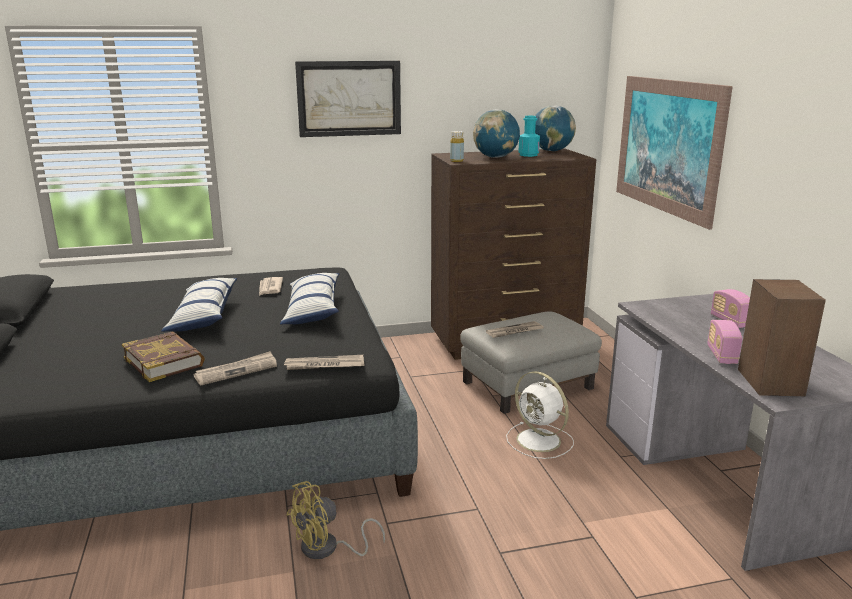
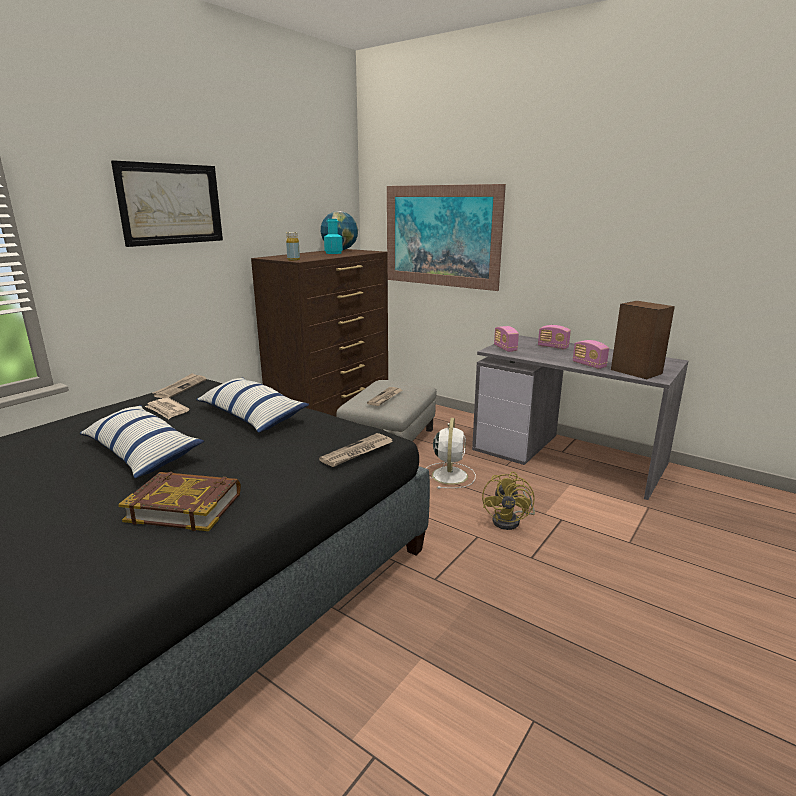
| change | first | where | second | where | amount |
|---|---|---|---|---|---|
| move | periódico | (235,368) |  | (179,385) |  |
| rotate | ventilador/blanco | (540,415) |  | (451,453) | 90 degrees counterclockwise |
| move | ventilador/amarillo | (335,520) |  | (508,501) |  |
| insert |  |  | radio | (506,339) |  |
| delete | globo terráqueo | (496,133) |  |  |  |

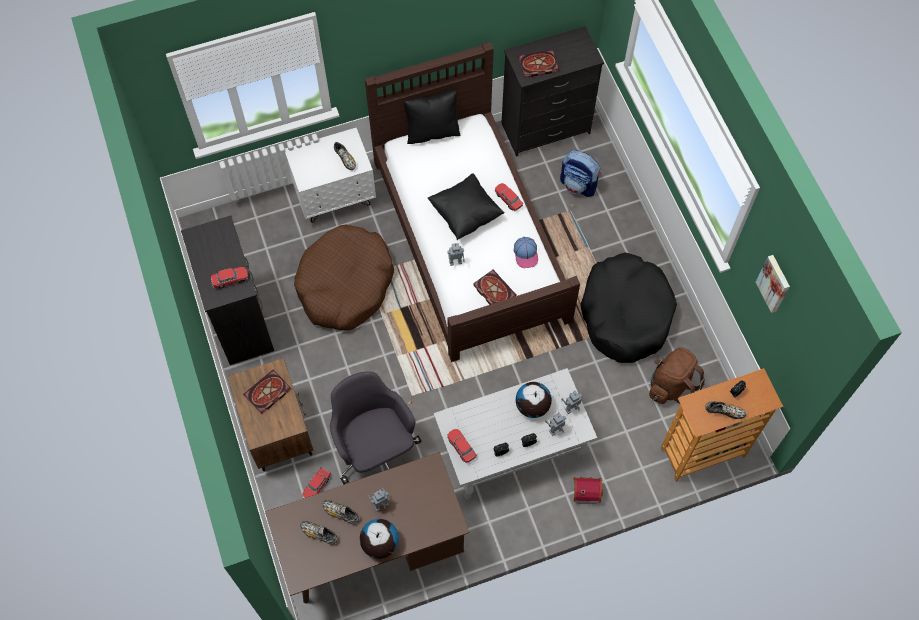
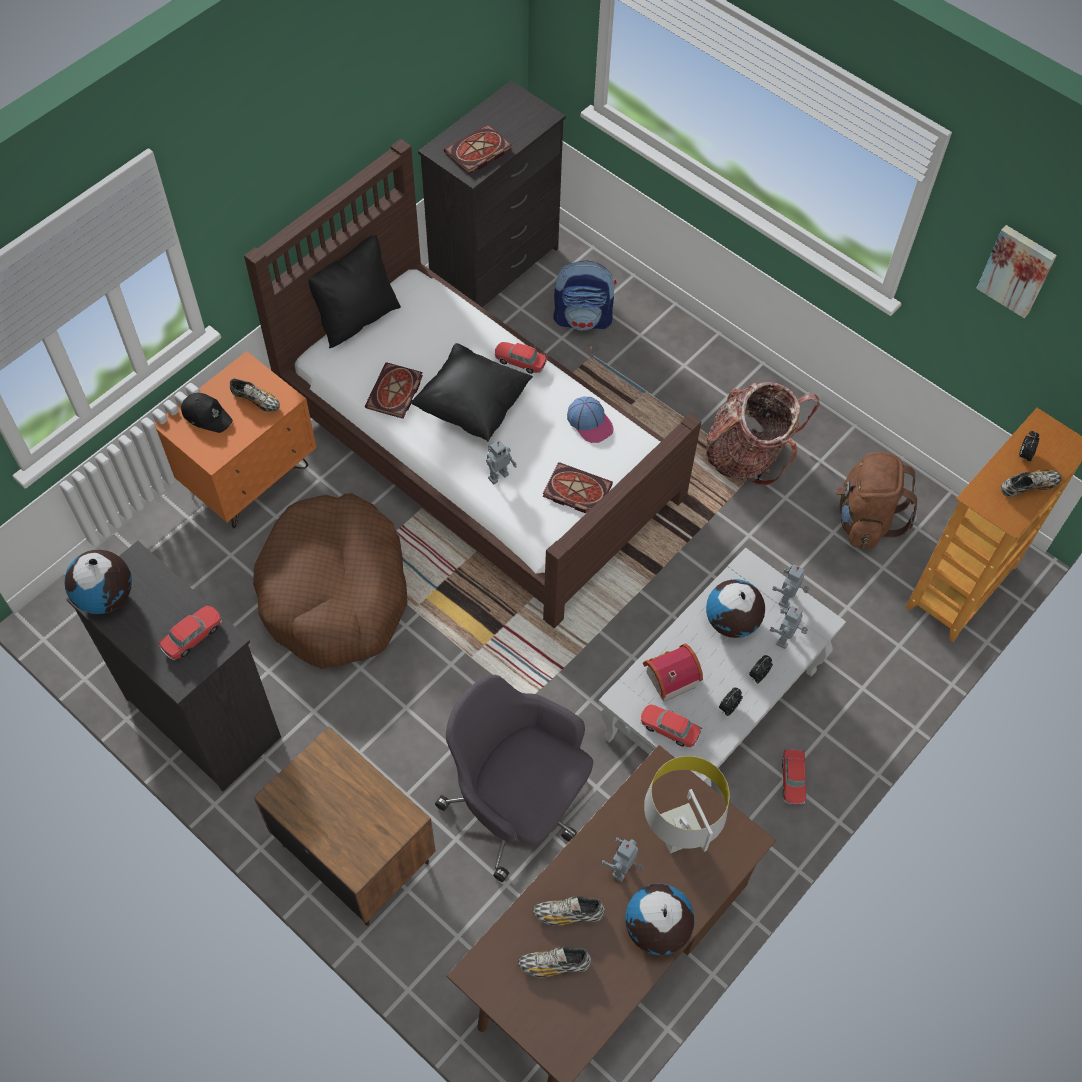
| change | first | where | second | where | amount |
|---|---|---|---|---|---|
| insert |  |  | globo terráqueo | (98,582) |  |
| recolor | mesita de noche/blanco | (330,175) | mesita de noche/naranja | (236,439) |  |
| insert |  |  | gorra/negro | (207,413) |  |
| move | libro | (267,392) |  | (394,390) |  |
| move | casita | (588,490) |  | (673,672) |  |
| insert |  |  | lámpara de mesa/gris | (687,805) |  |
| replace | cama para perro/negro | (628,308) | mochila | (763,434) |  |
| move | coche de juguete | (316,483) |  | (794,776) |  |

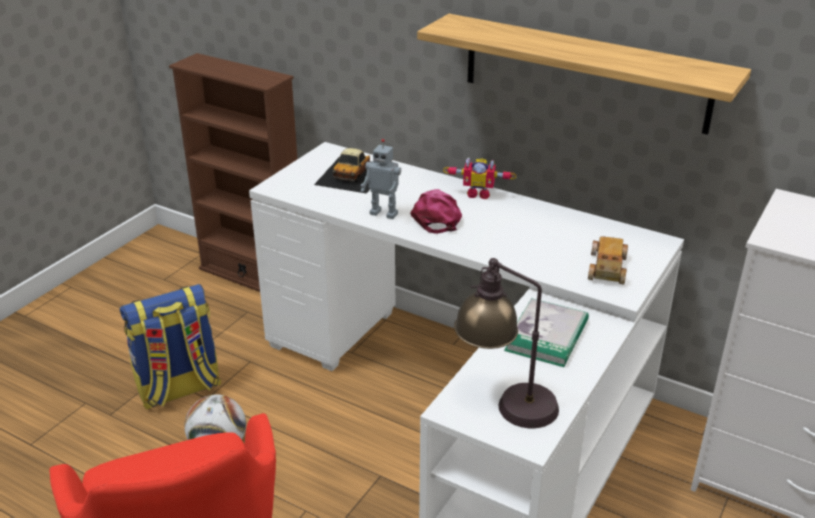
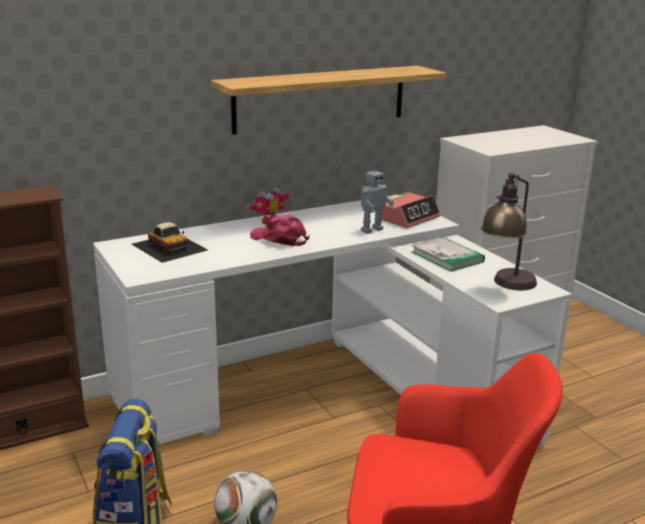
| change | first | where | second | where | amount |
|---|---|---|---|---|---|
| move | robot de juguete | (380,179) |  | (377,199) |  |
| replace | coche de juguete | (608,260) | despertador | (410,210) |  |

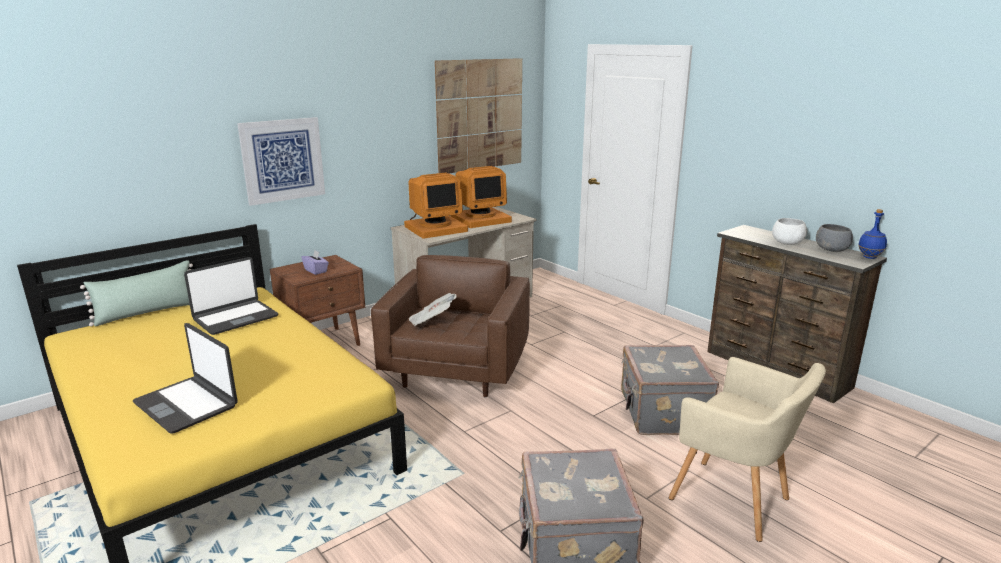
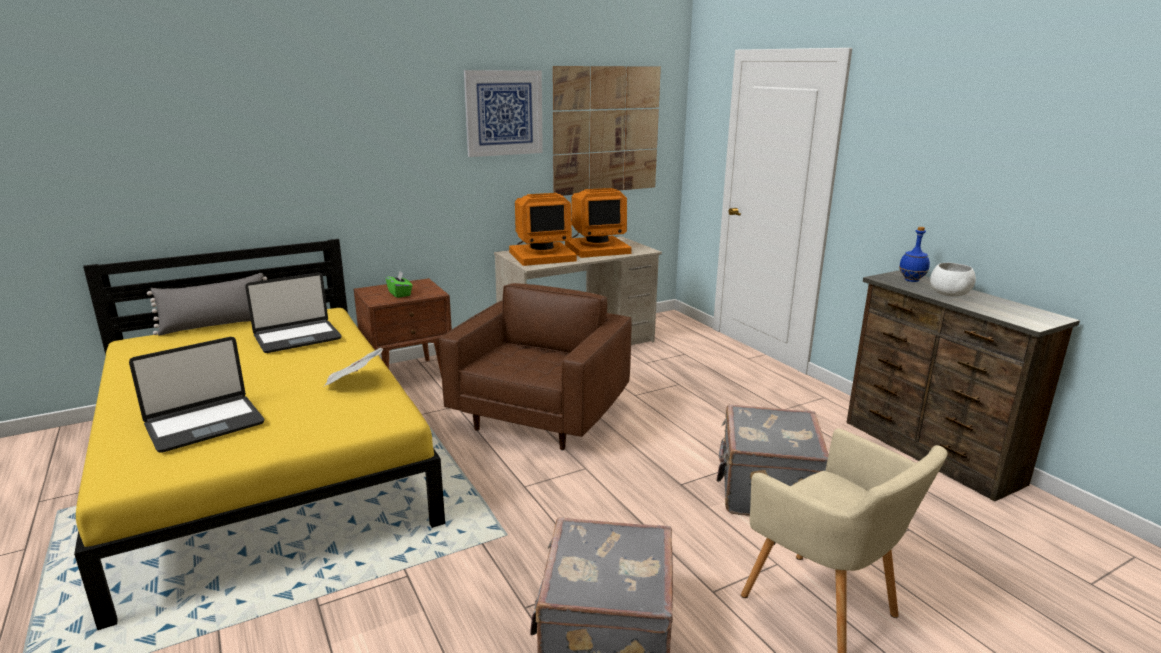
| change | first | where | second | where | amount |
|---|---|---|---|---|---|
| rotate | portátil | (185,378) |  | (196,394) | 90 degrees counterclockwise |
| recolor | cojín/verde | (136,293) | cojín/gris | (207,304) |  |
| move | periódico | (433,309) |  | (353,367) |  |
| recolor | caja de pañuelos/morado | (315,262) | caja de pañuelos/verde | (399,284) |  |
| move | cuadro | (281,161) |  | (503,113) |  |
| move | botella/azul | (872,234) |  | (914,254) |  |
| delete | cuenco/gris | (834,238) |  |  |  |

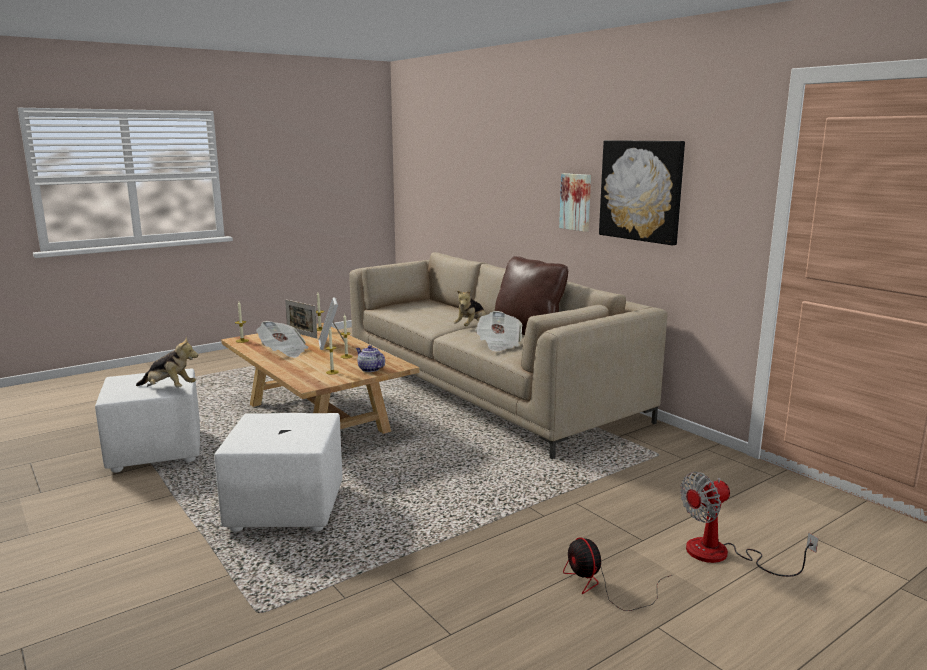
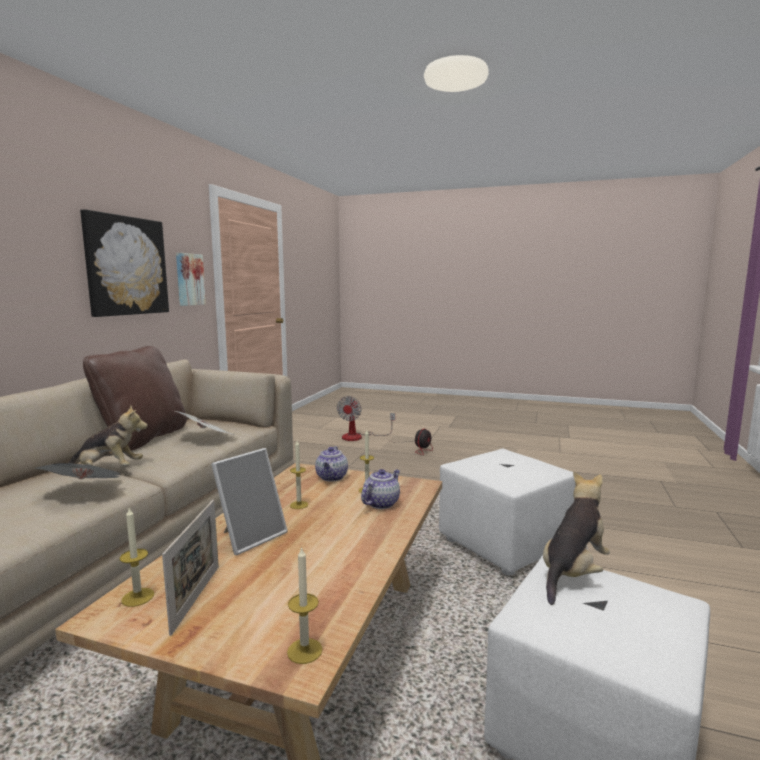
| change | first | where | second | where | amount |
|---|---|---|---|---|---|
| move | periódico | (282,339) |  | (77,471) |  |
| move | cuadro | (575,202) |  | (191,279) |  |
| rotate | ventilador | (749,524) |  | (366,418) | 75 degrees clockwise |
| insert |  |  | tetera | (380,489) |  |
| rotate | peluche | (167,361) |  | (576,538) | 60 degrees clockwise |

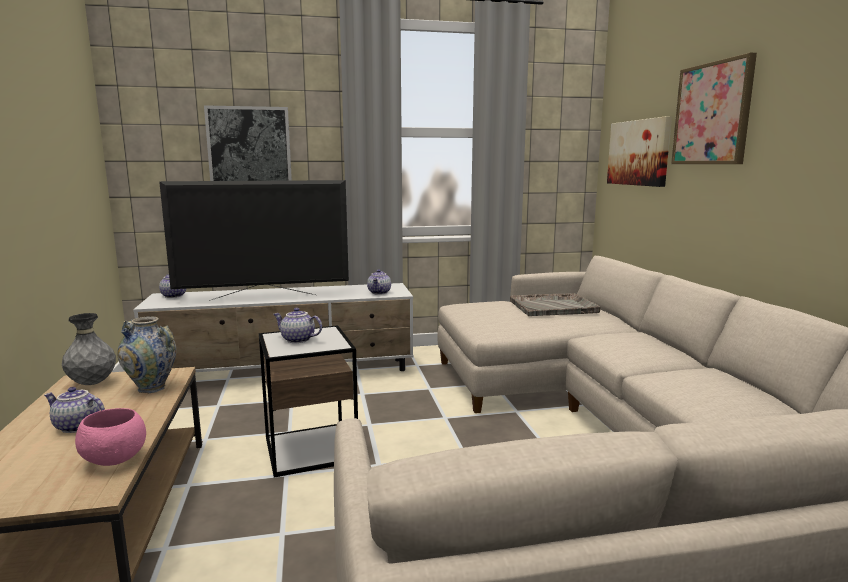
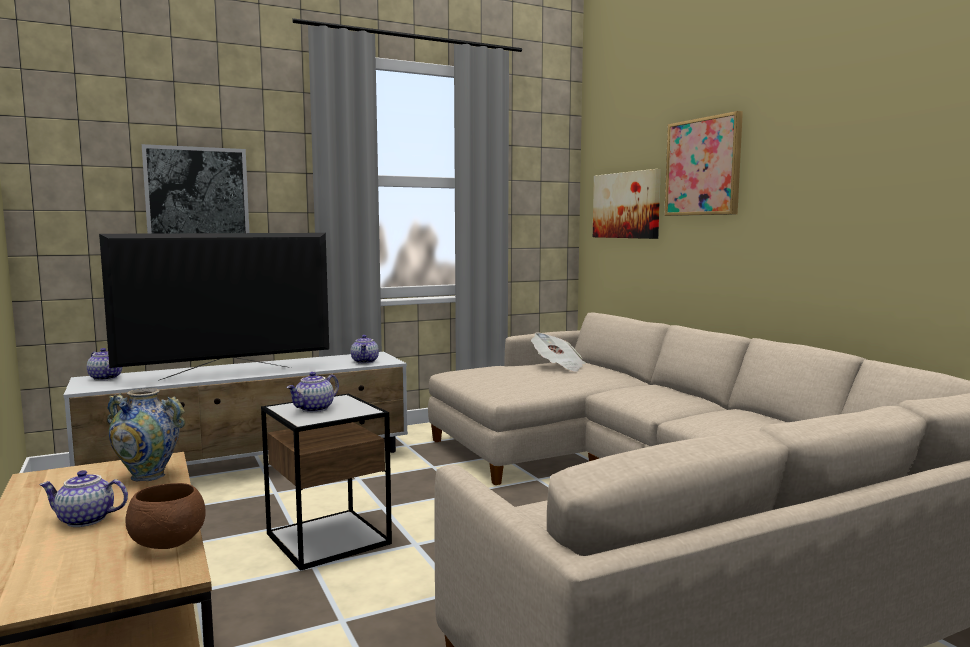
| change | first | where | second | where | amount |
|---|---|---|---|---|---|
| recolor | cuenco/rosa | (110,437) | cuenco/marrón | (166,516) |  |
| rotate | tetera | (297,325) |  | (312,392) | 60 degrees counterclockwise |
| replace | bandeja/gris | (555,304) | periódico | (558,352) |  |
| delete | florero/gris | (89,349) |  |  |  |

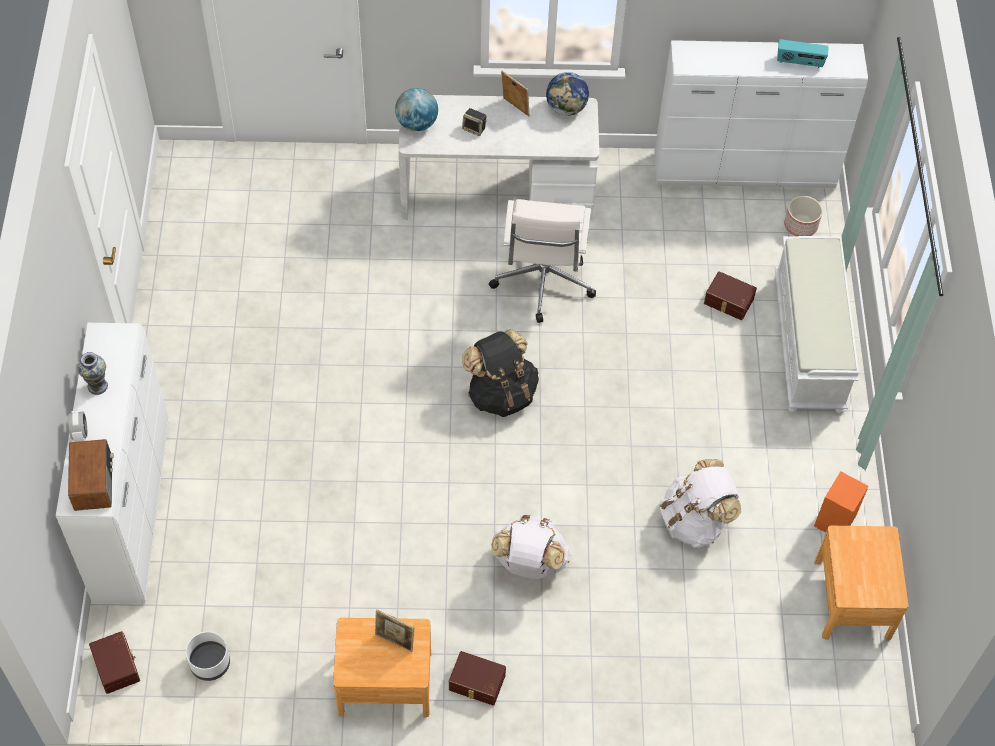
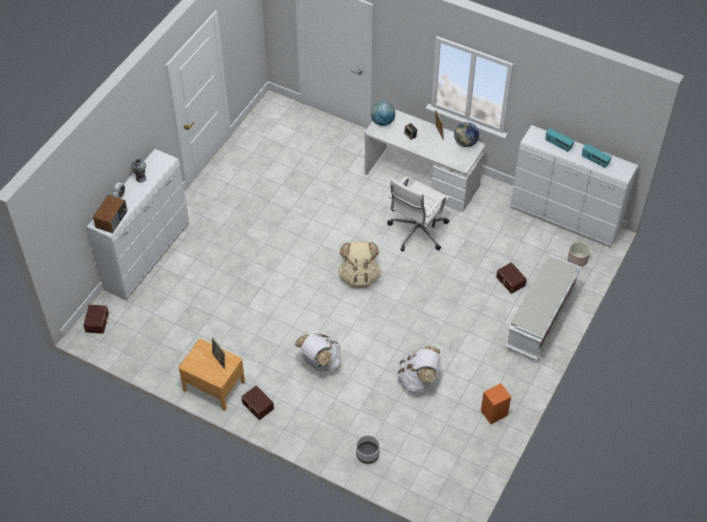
| change | first | where | second | where | amount |
|---|---|---|---|---|---|
| recolor | mochila/negro | (500,373) | mochila/beis | (359,265) |  |
| move | maceta/blanco | (208,656) |  | (368,449) |  |
| insert |  |  | radio | (560,140) |  |
| delete | mesita de noche/marrón | (861,583) |  |  |  |

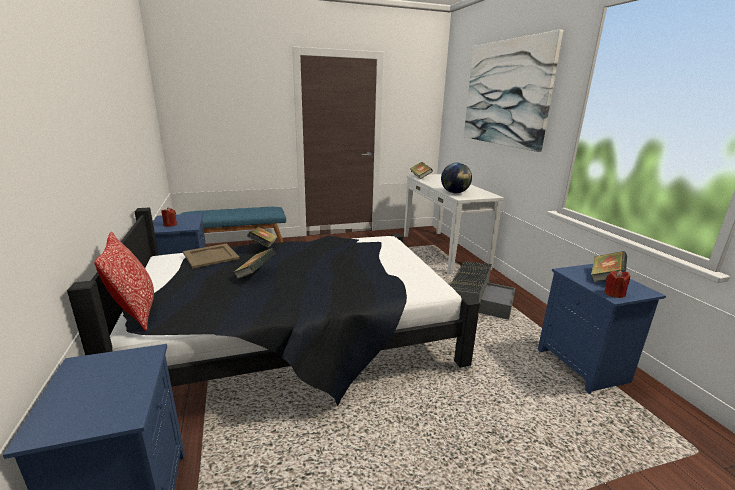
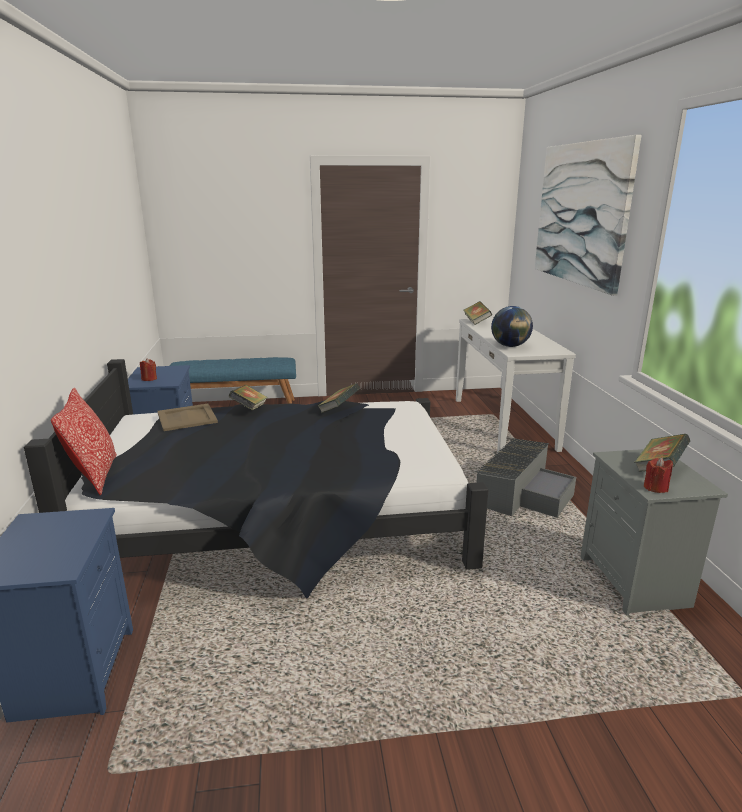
| change | first | where | second | where | amount |
|---|---|---|---|---|---|
| move | libro | (255,263) |  | (339,398) |  |
| recolor | mesita de noche/azul | (602,329) | mesita de noche/gris | (654,532) |  |

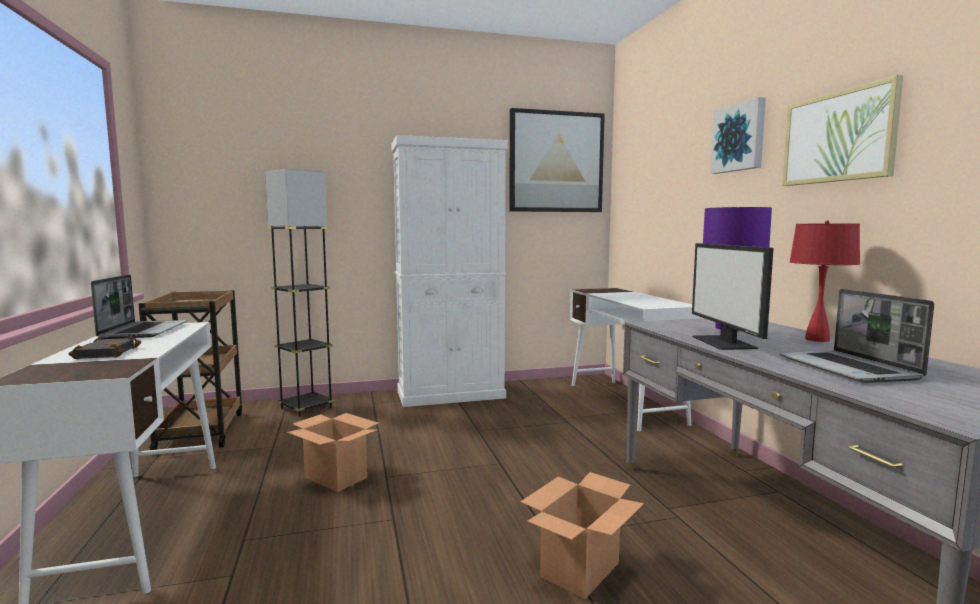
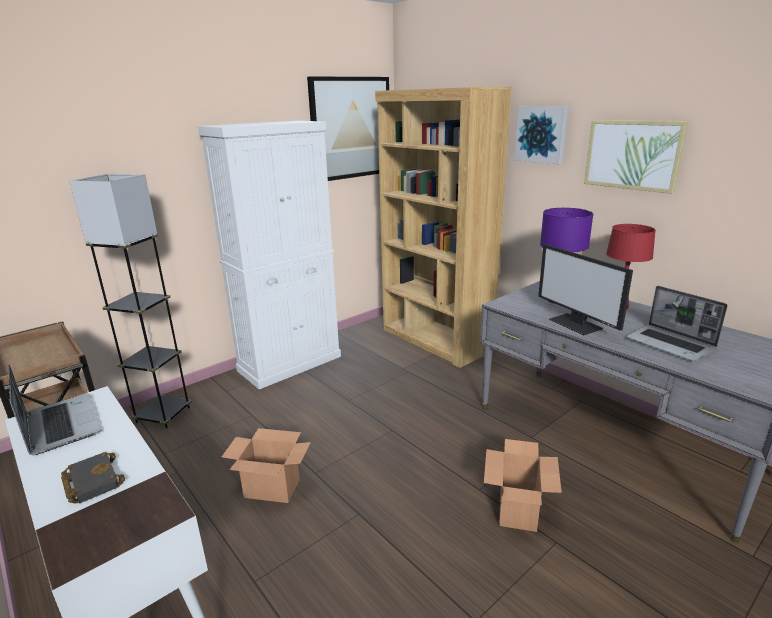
| change | first | where | second | where | amount |
|---|---|---|---|---|---|
| replace | escritorio/blanco | (636,359) | estantería/marrón | (443,227) |  |

